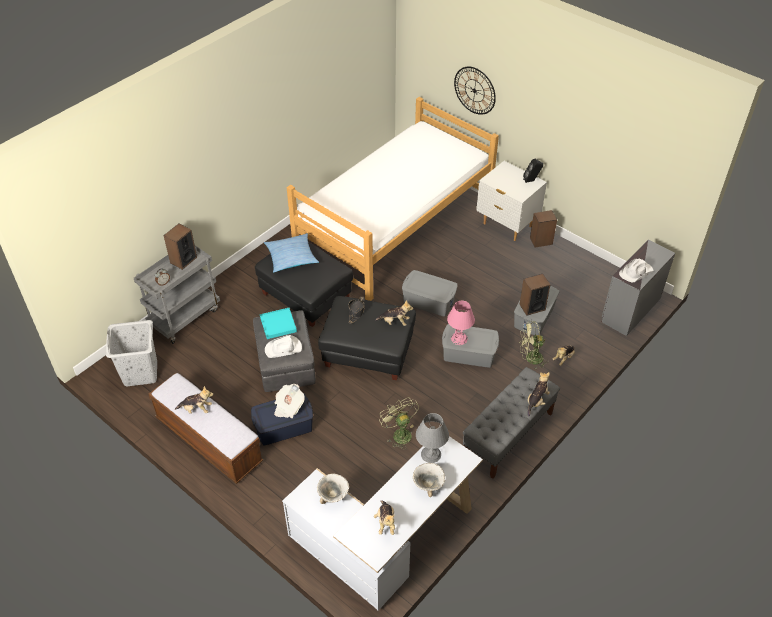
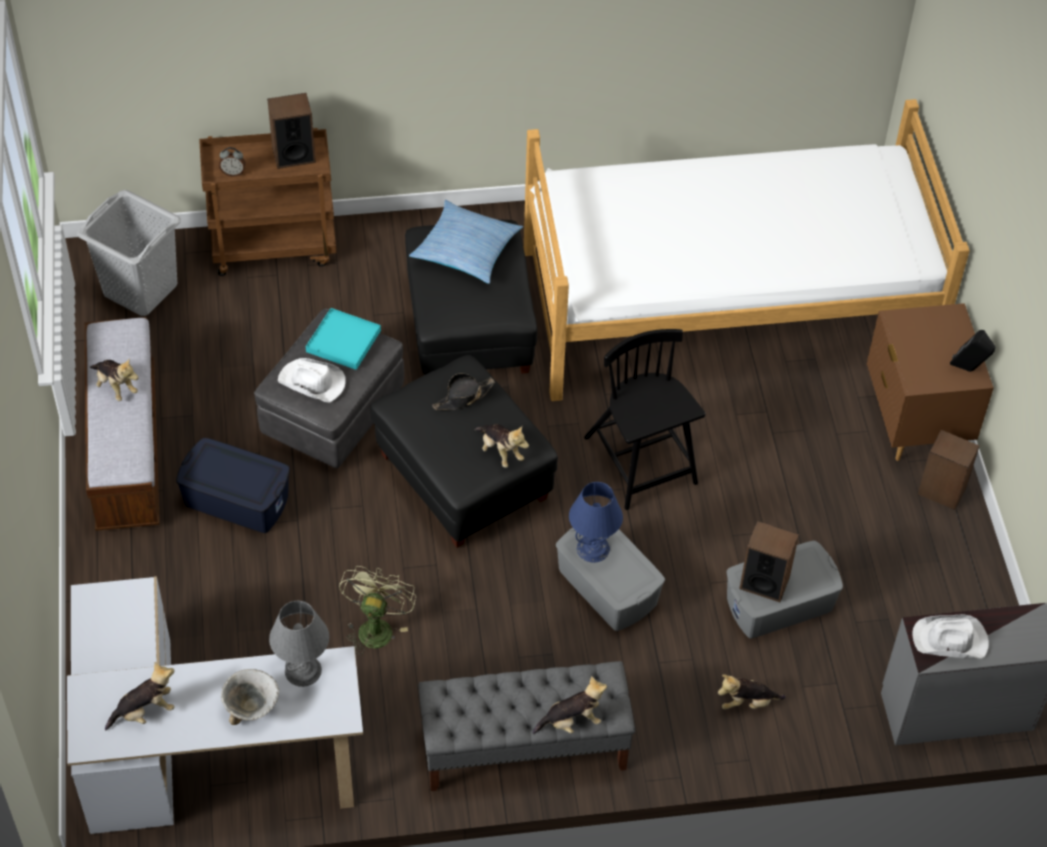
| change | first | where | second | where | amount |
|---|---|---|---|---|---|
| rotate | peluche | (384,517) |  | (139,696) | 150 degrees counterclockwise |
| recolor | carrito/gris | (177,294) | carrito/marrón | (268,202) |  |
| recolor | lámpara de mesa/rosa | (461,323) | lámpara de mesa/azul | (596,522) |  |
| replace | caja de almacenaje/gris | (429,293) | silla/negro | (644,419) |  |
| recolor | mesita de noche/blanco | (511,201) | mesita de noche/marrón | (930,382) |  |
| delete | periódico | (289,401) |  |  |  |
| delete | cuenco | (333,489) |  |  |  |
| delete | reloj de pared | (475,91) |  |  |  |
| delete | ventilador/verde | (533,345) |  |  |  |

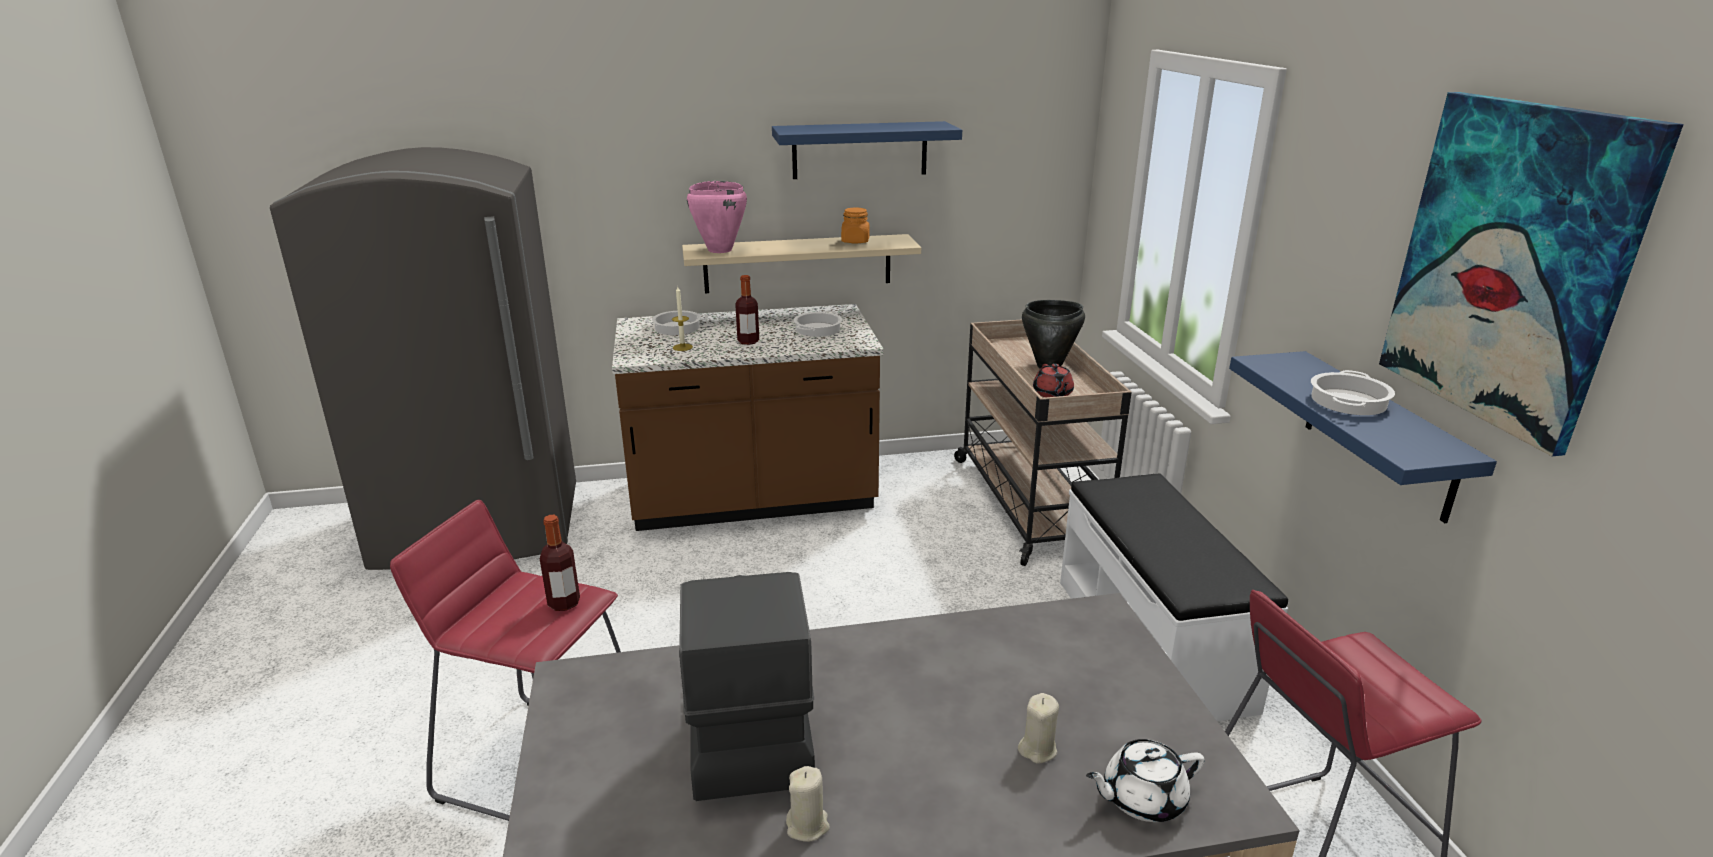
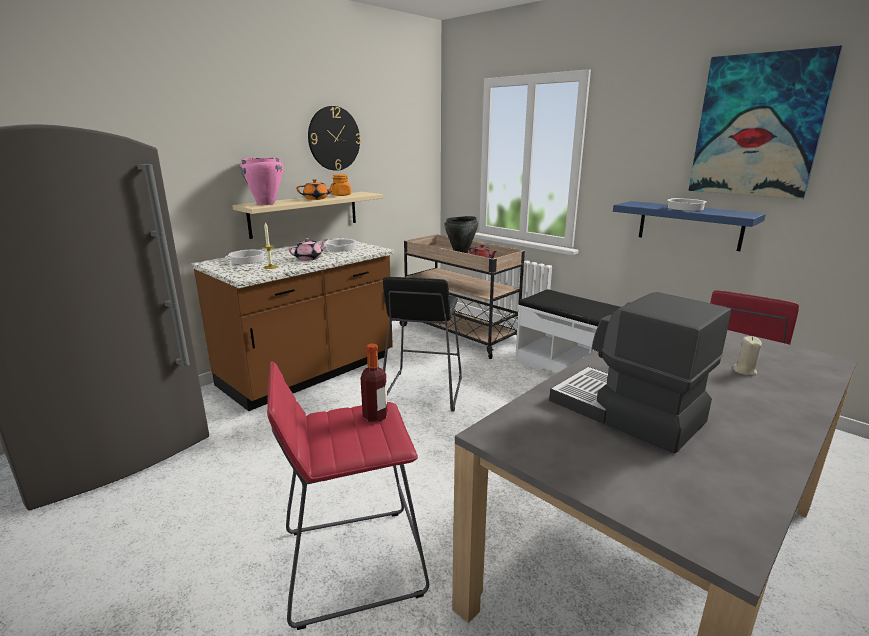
| change | first | where | second | where | amount |
|---|---|---|---|---|---|
| replace | botella | (747,310) | tetera/rosa | (308,249) |  |
| insert |  |  | tetera/naranja | (315,189) |  |
| replace | estante/azul | (867,150) | reloj de pared | (334,138) |  |
| insert |  |  | taburete/negro | (422,344) |  |
| delete | vela/beis | (808,804) |  |  |  |
| delete | tetera/blanco | (1145,780) |  |  |  |

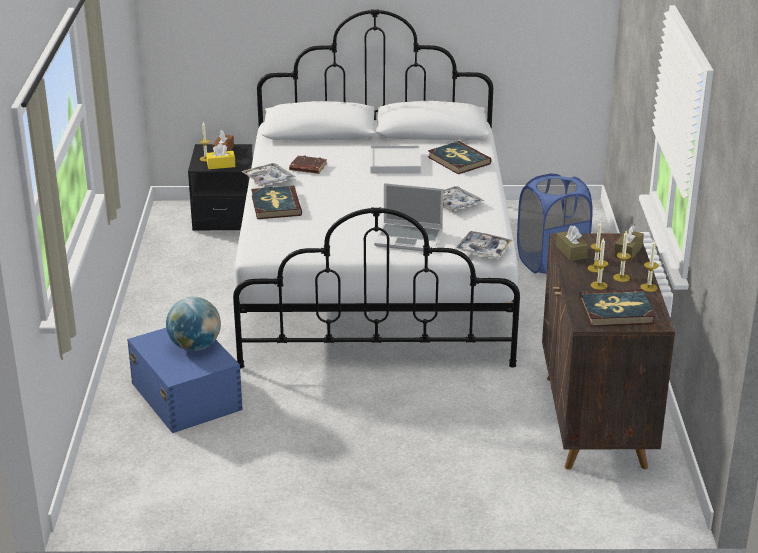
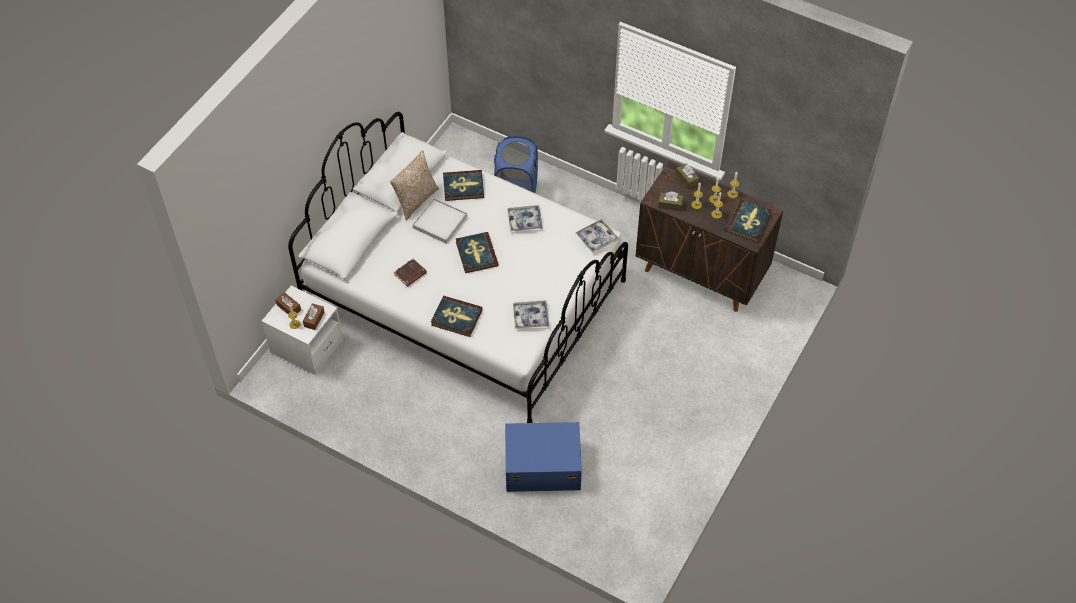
| change | first | where | second | where | amount |
|---|---|---|---|---|---|
| recolor | mesita de noche/negro | (220,187) | mesita de noche/blanco | (302,330) |  |
| recolor | caja de pañuelos/amarillo | (220,156) | caja de pañuelos/marrón | (313,316) |  |
| insert |  |  | cojín | (414,185) |  |
| insert |  |  | libro | (477,252) |  |
| move | bandeja | (268,174) |  | (531,314) |  |
| delete | globo terráqueo | (193,324) |  |  |  |
| delete | portátil | (408,217) |  |  |  |

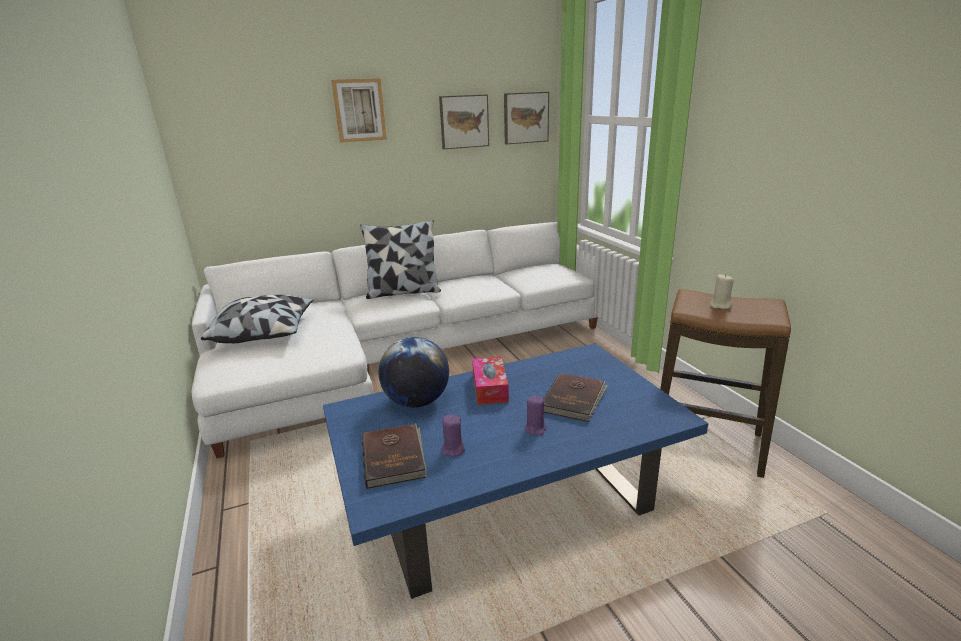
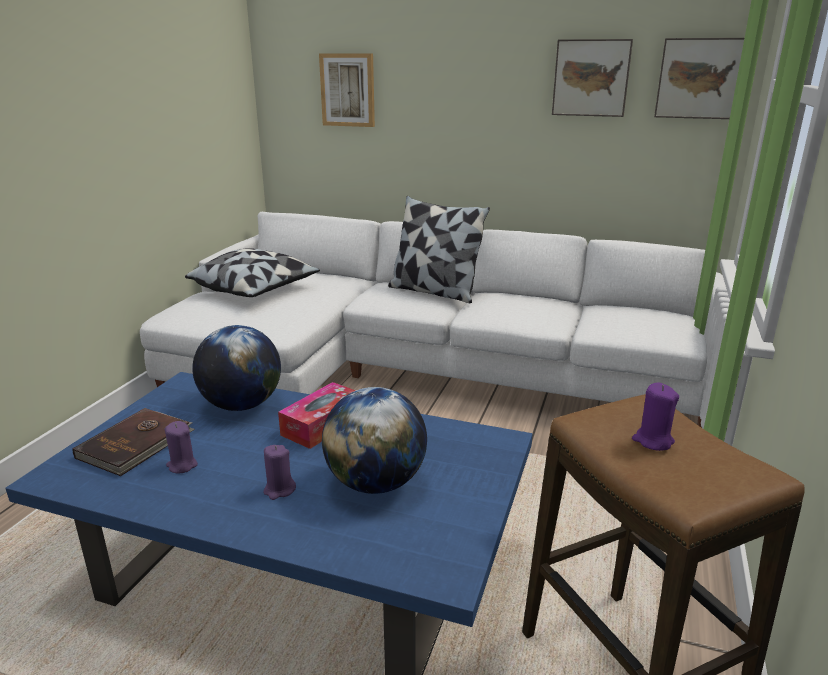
| change | first | where | second | where | amount |
|---|---|---|---|---|---|
| move | cuadro | (359,110) |  | (347,90) |  |
| replace | libro/marrón | (576,397) | globo terráqueo | (374,440) |  |
| recolor | vela/beis | (722,291) | vela/morado | (655,416) |  |

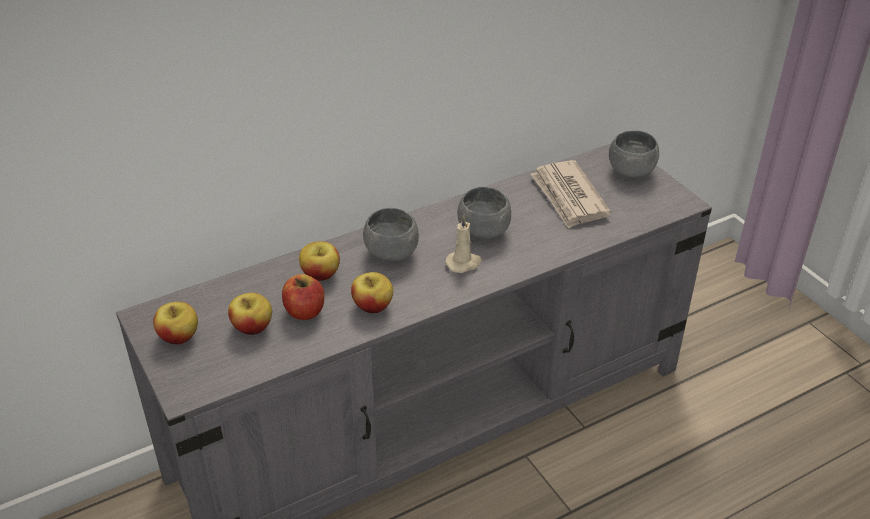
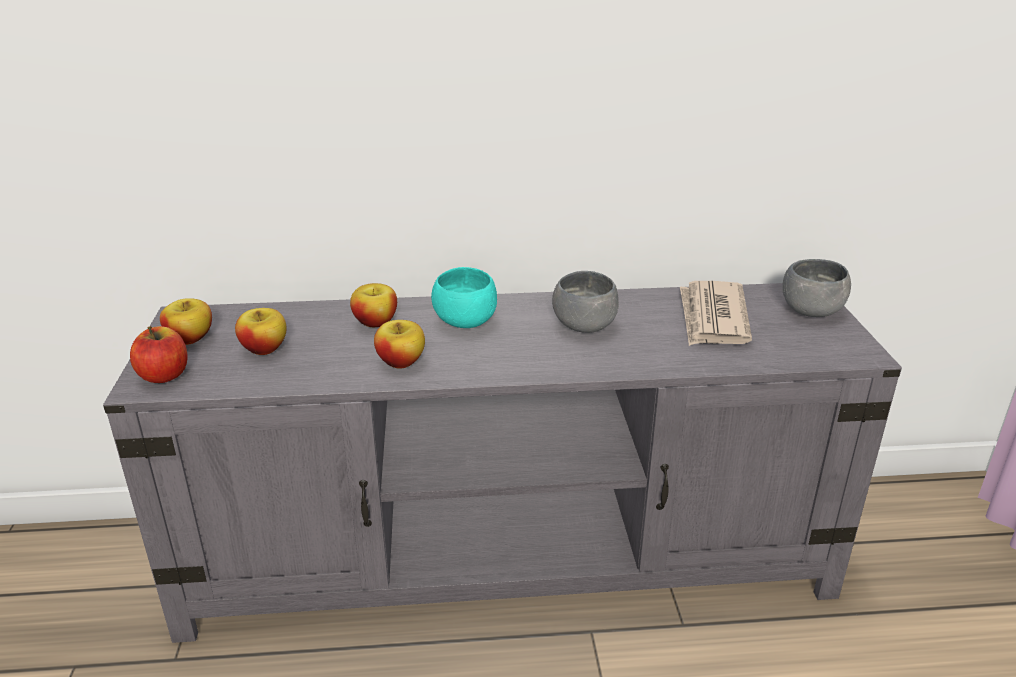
| change | first | where | second | where | amount |
|---|---|---|---|---|---|
| move | manzana | (303,297) |  | (159,354) |  |
| recolor | cuenco/gris | (391,234) | cuenco/turquesa | (464,297) |  |
| delete | vela/beis | (463,244) |  |  |  |

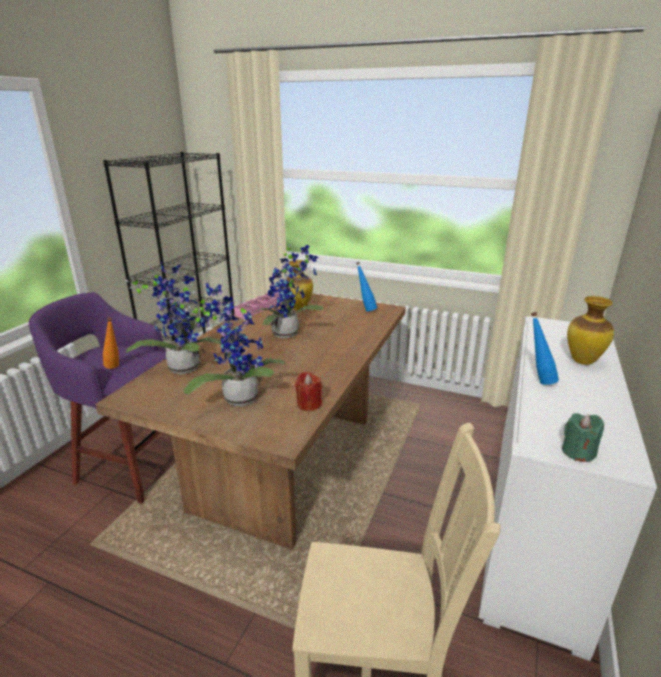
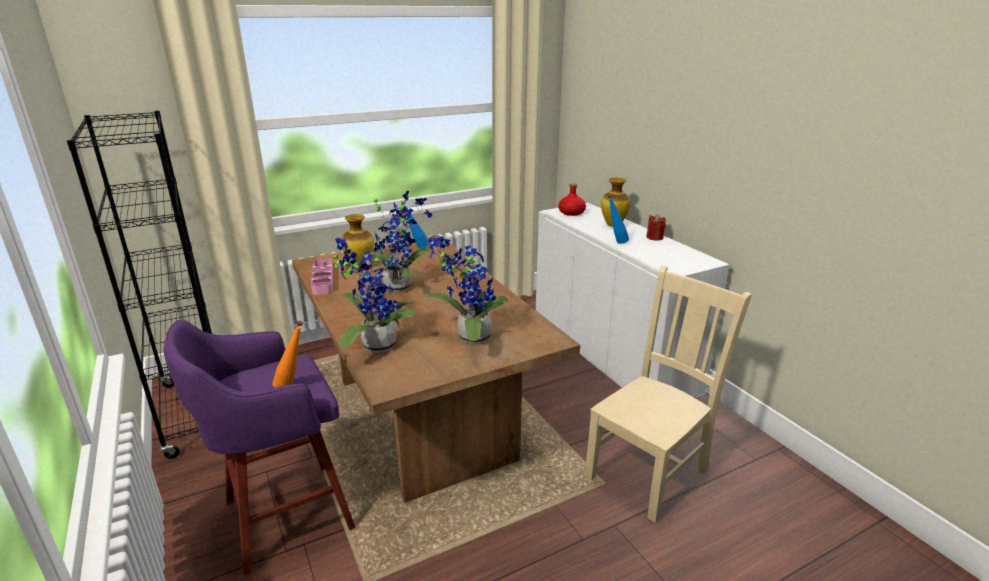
| change | first | where | second | where | amount |
|---|---|---|---|---|---|
| insert |  |  | botella/rojo | (572,200) |  |
| move | vela/rojo | (308,391) |  | (656,227) |  |
| delete | vela/verde | (583,437) |  |  |  |

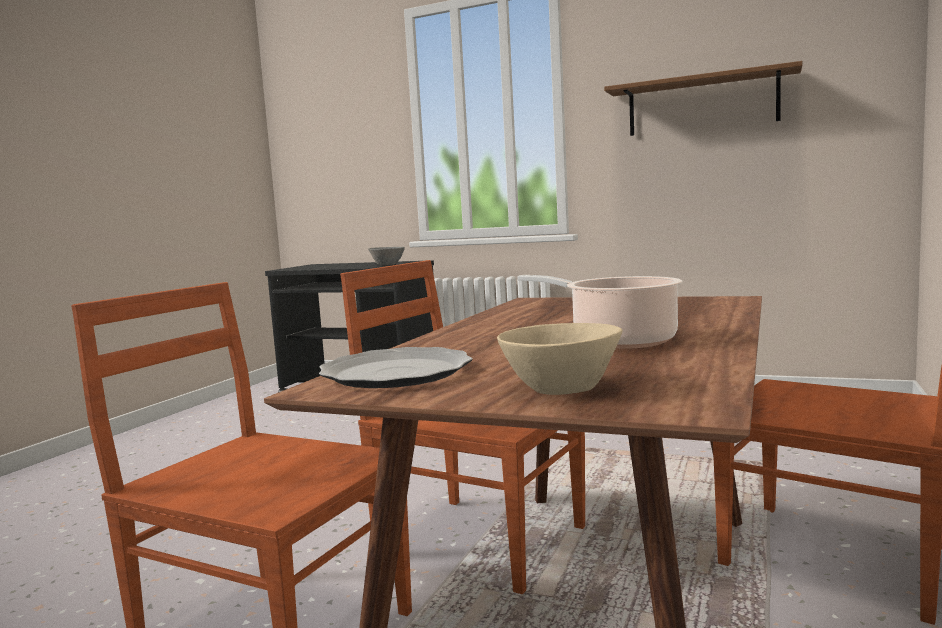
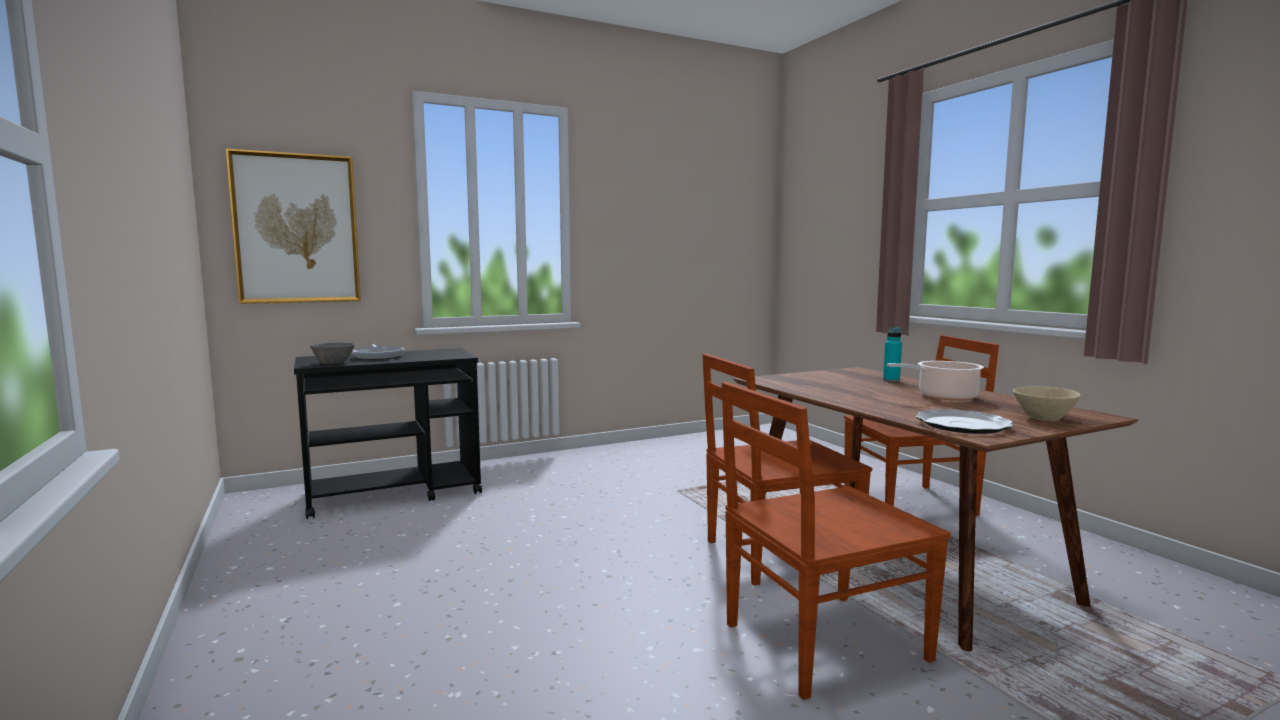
| change | first | where | second | where | amount |
|---|---|---|---|---|---|
| insert |  |  | cuadro | (293,226) |  |
| move | cuenco/gris | (386,256) |  | (332,353) |  |
| insert |  |  | sartén | (379,352) |  |
| insert |  |  | botella/turquesa | (892,354) |  |
| delete | estante/marrón | (703,98) |  |  |  |

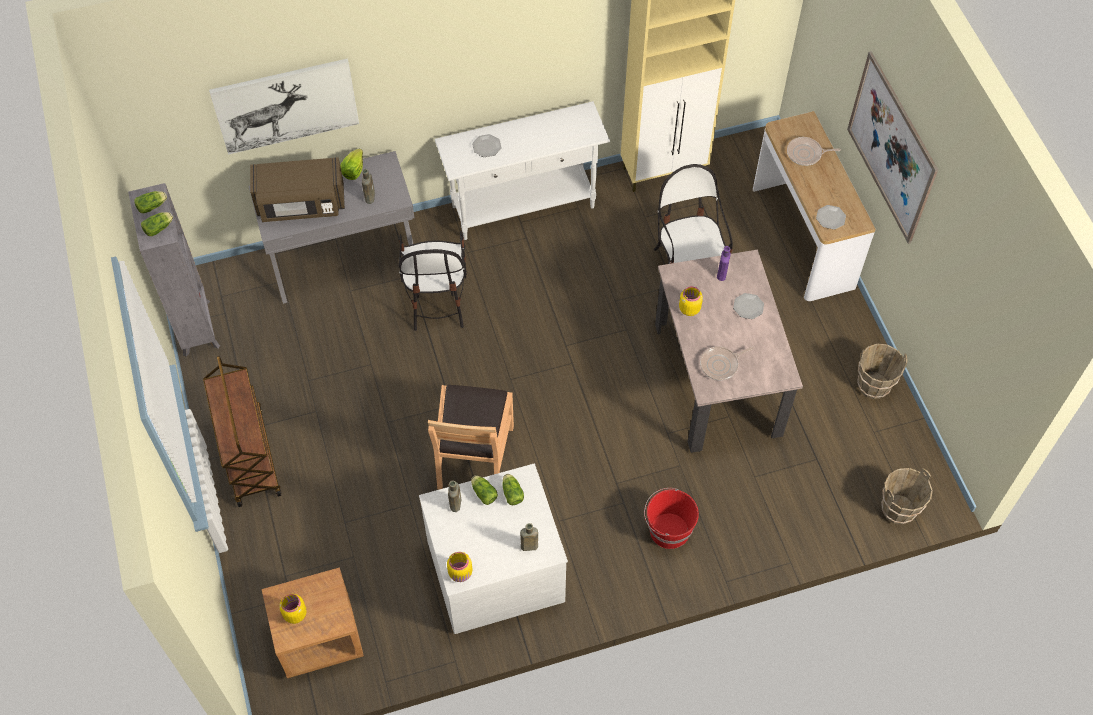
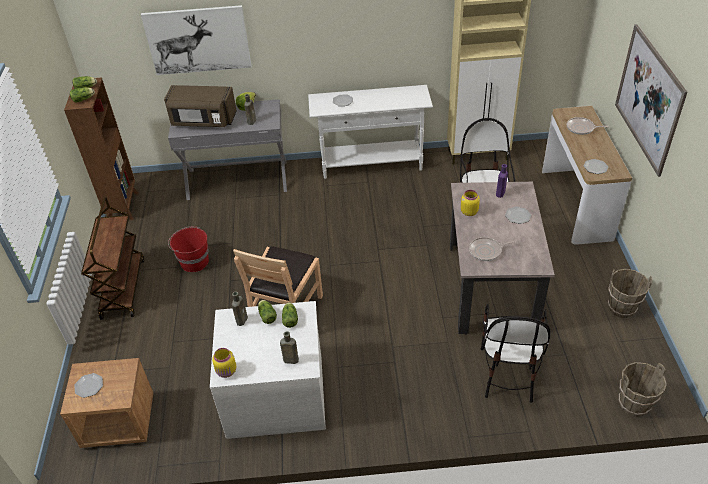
| change | first | where | second | where | amount |
|---|---|---|---|---|---|
| recolor | estantería/gris | (174,270) | estantería/marrón | (101,148) |  |
| replace | tarro/amarillo | (293,609) | plato | (89,385) |  |
| move | cubo/rojo | (671,518) |  | (188,249) |  |
| move | silla | (432,281) |  | (515,353) |  |

